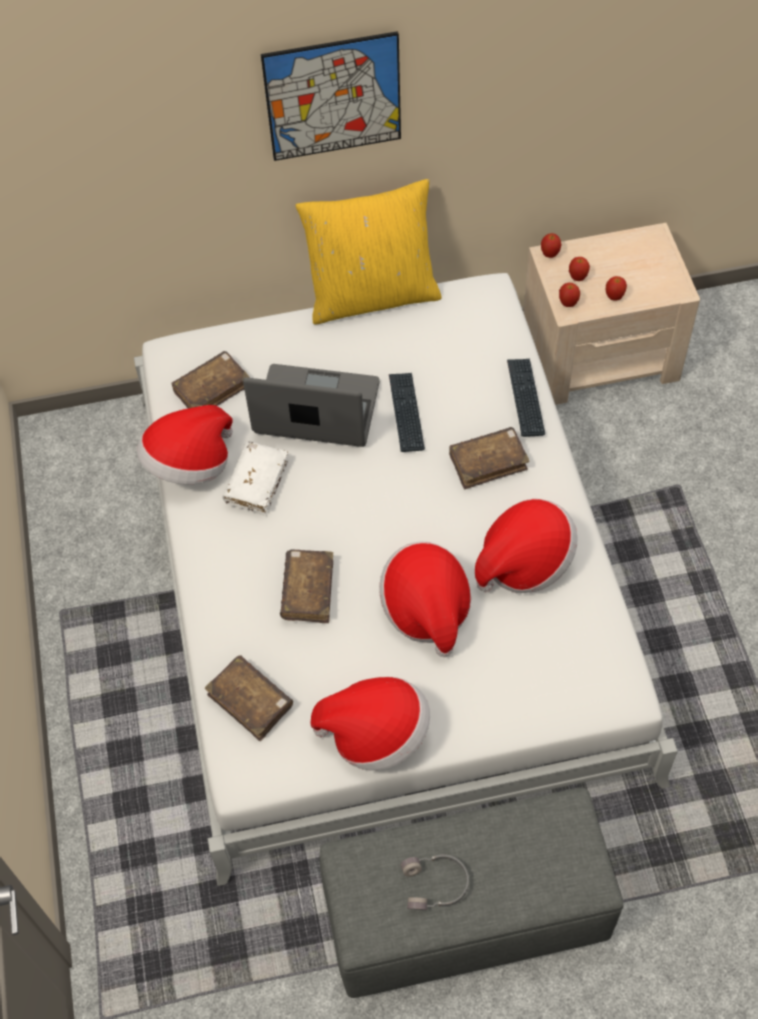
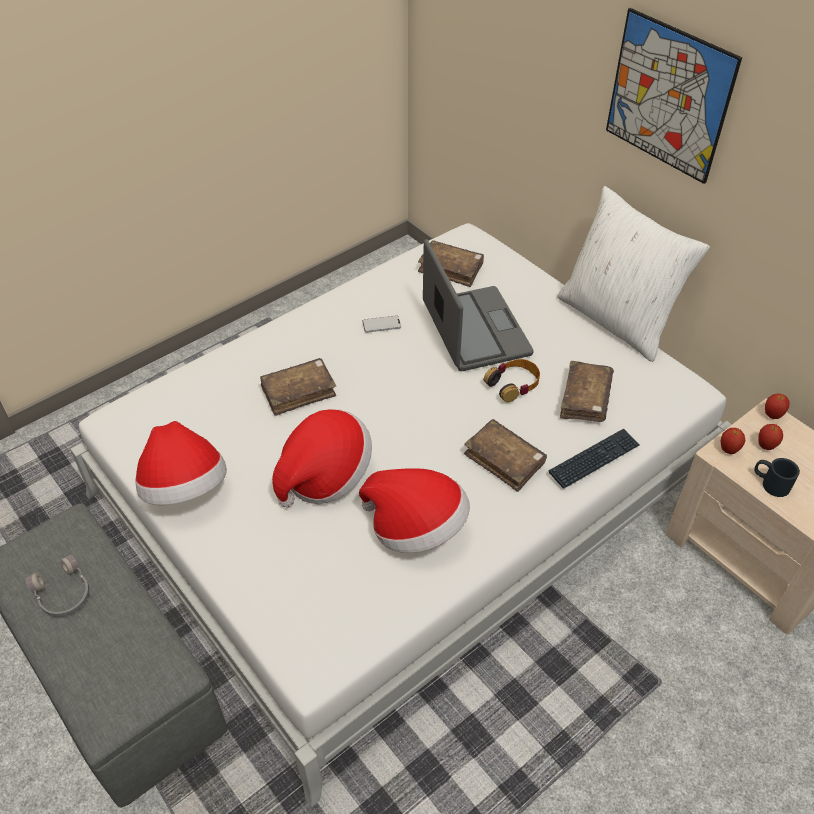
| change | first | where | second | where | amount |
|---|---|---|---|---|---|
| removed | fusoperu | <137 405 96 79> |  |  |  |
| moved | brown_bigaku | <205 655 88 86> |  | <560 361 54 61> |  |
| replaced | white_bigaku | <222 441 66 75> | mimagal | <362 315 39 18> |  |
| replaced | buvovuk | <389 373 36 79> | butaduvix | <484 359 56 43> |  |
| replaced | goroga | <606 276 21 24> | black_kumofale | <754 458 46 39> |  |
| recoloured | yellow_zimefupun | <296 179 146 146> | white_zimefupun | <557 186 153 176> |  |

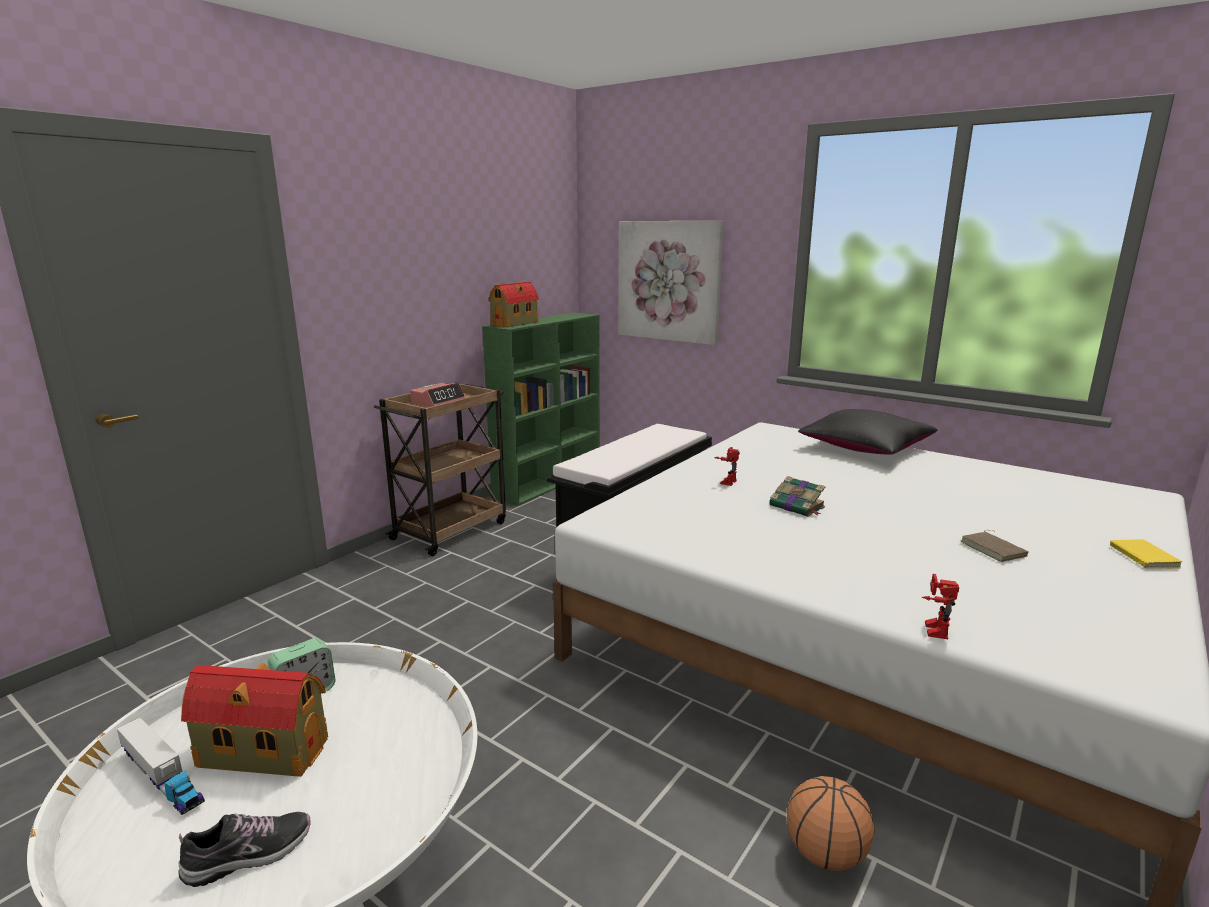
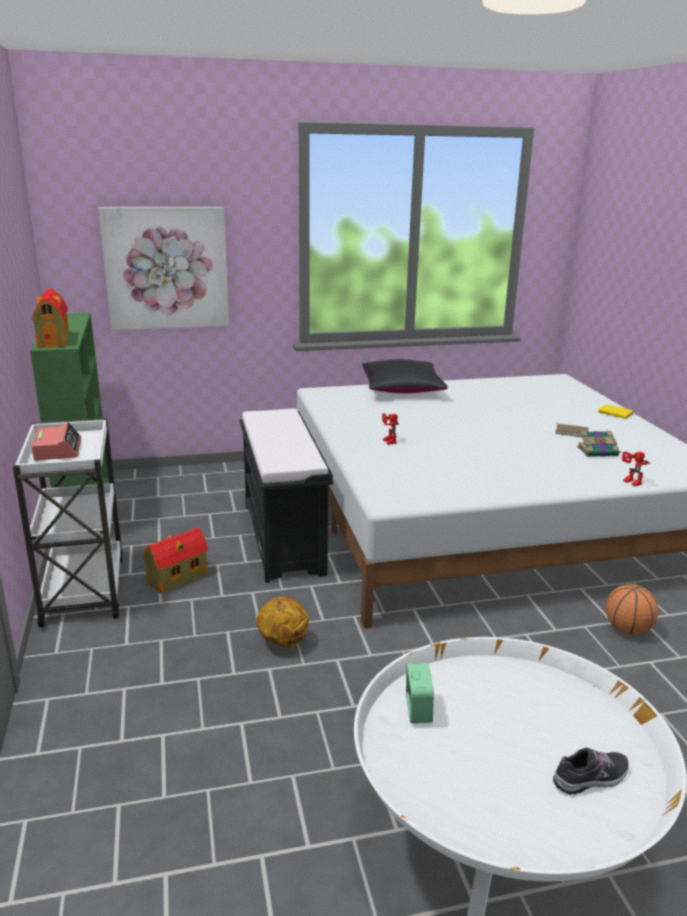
| change | first | where | second | where | amount |
|---|---|---|---|---|---|
| removed | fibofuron | <117 718 88 97> |  |  |  |
| added |  |  | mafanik | <256 596 53 52> |  |
| moved | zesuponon | <181 663 147 114> |  | <143 528 65 66> |  |
| moved | bigaku | <769 476 56 41> |  | <577 431 46 26> |  |
| recoloured | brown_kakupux | <374 382 132 174> | white_kakupux | <13 418 110 209> |  |
| turned | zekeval | <179 812 132 75> |  | <553 748 76 46> | 60 degrees clockwise |

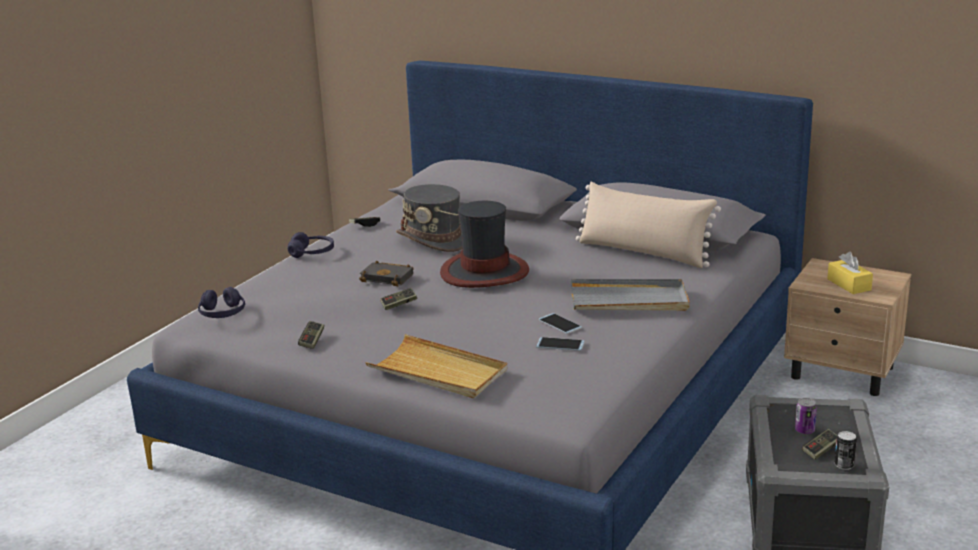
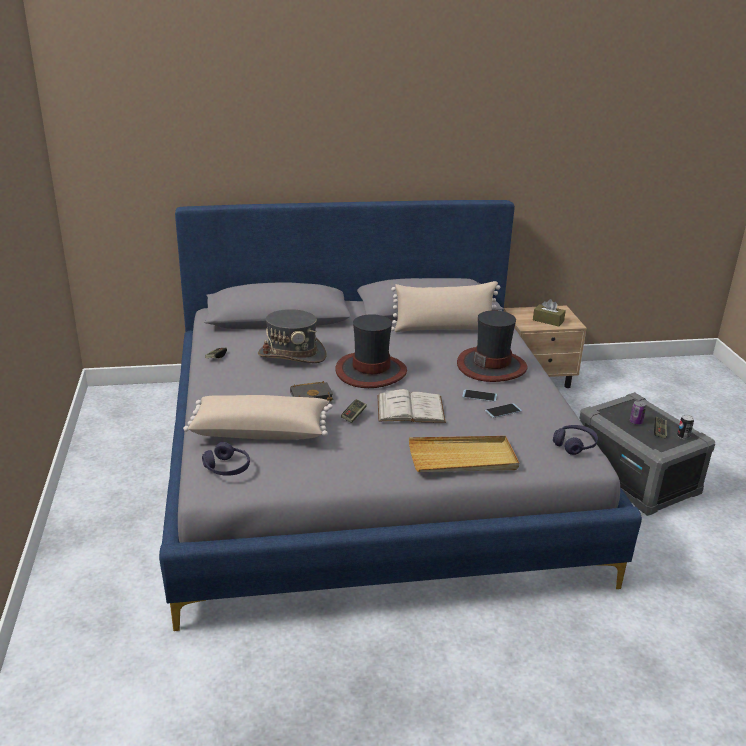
| change | first | where | second | where | amount |
|---|---|---|---|---|---|
| removed | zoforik | <298 321 26 28> |  |  |  |
| added |  |  | beige_zimefupun | <183 395 150 45> |  |
| added |  |  | white_bigaku | <377 389 69 34> |  |
| moved | purple_butaduvix | <288 232 46 26> |  | <553 425 45 30> |  |
| replaced | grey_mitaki | <571 279 119 32> | fusoperu | <457 310 70 72> |  |
| recoloured | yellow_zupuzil | <827 252 46 42> | brown_zupuzil | <533 299 33 27> |  |

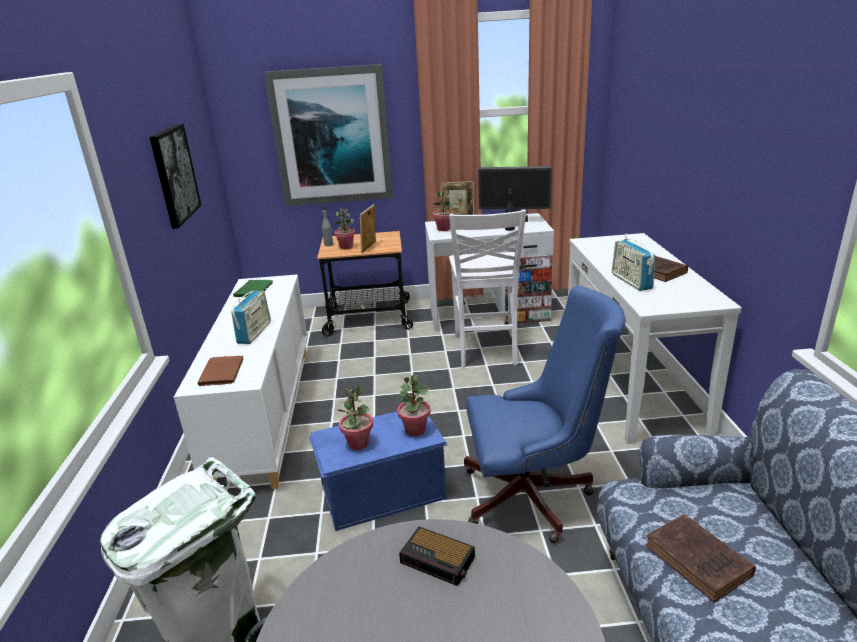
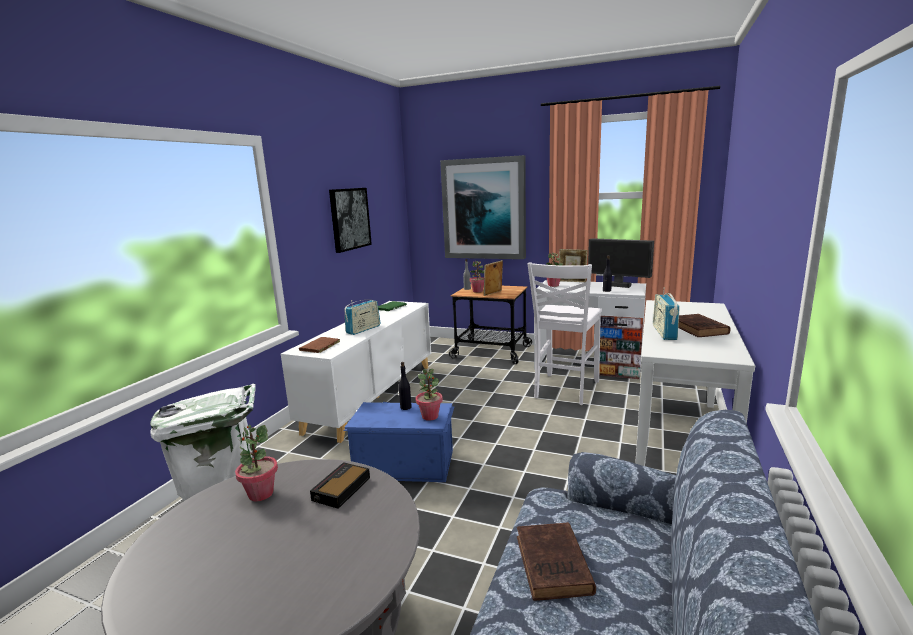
| change | first | where | second | where | amount |
|---|---|---|---|---|---|
| removed | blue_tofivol | <464 286 162 257> |  |  |  |
| added |  |  | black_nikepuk | <399 362 13 48> |  |
| moved | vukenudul | <338 385 35 65> |  | <235 425 43 76> |  |
| turned | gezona | <399 527 76 59> |  | <310 462 60 47> | 60 degrees clockwise |

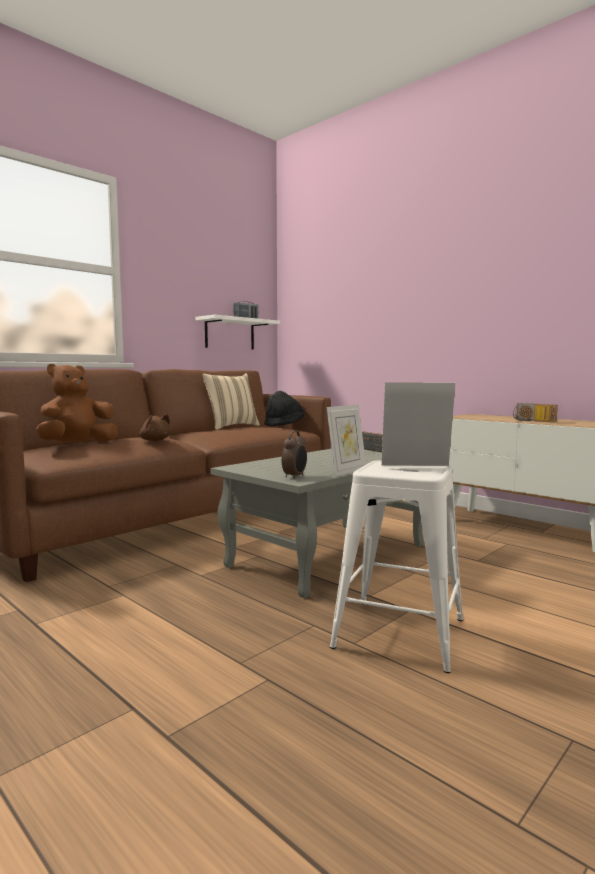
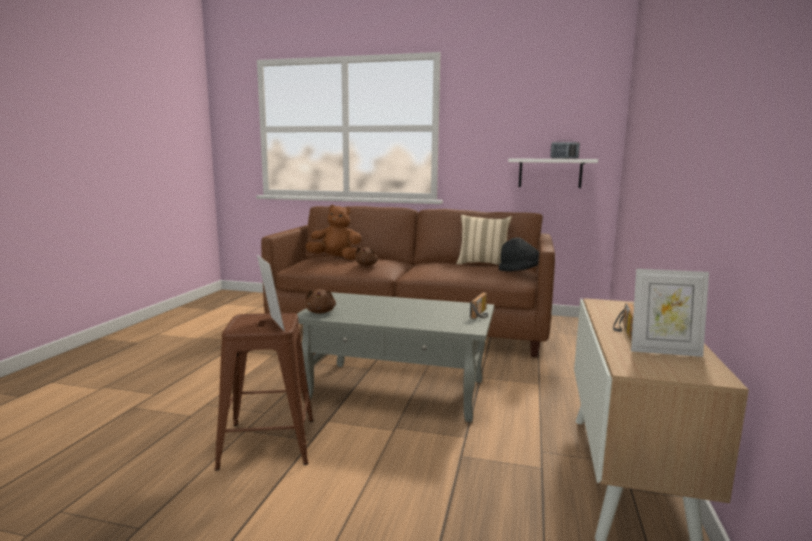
| change | first | where | second | where | amount |
|---|---|---|---|---|---|
| moved | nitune | <326 404 40 73> |  | <631 269 78 88> |  |
| replaced | gezona | <282 431 25 48> | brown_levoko | <305 289 31 25> |  |
| recoloured | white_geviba | <330 461 133 212> | brown_geviba | <215 313 98 158> |  |

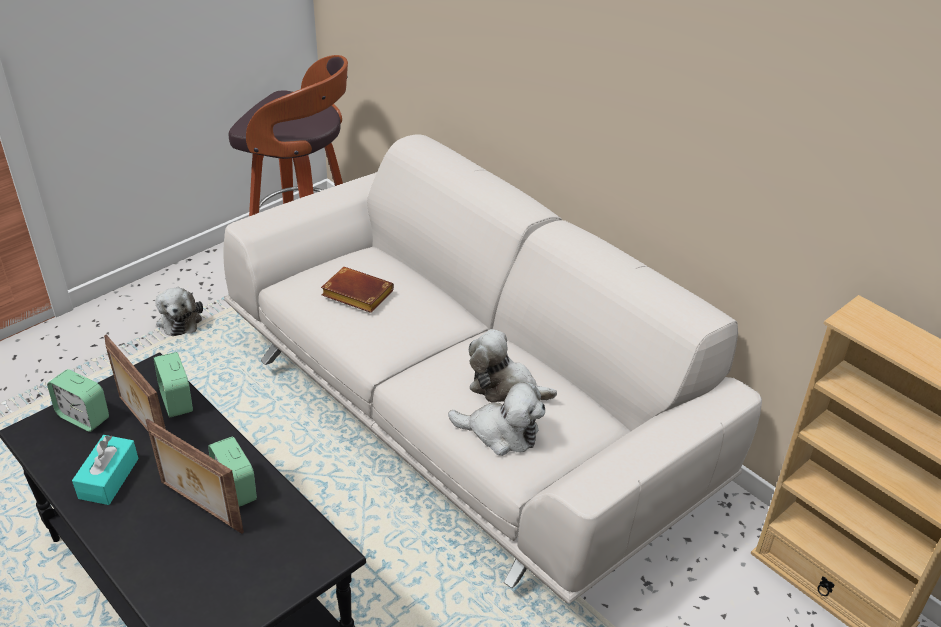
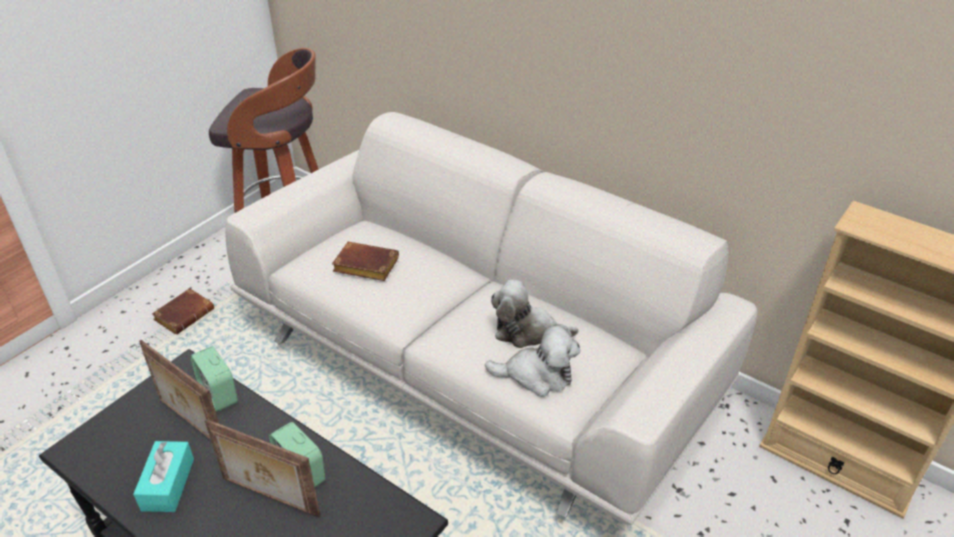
| change | first | where | second | where | amount |
|---|---|---|---|---|---|
| removed | gezona | <47 369 62 63> |  |  |  |
| replaced | levoko | <155 287 48 49> | brown_bigaku | <152 288 62 47> |  |

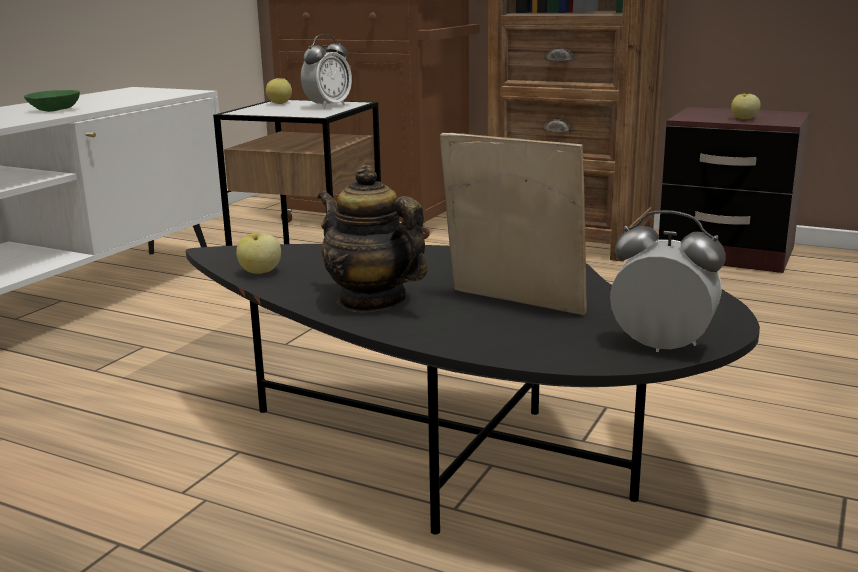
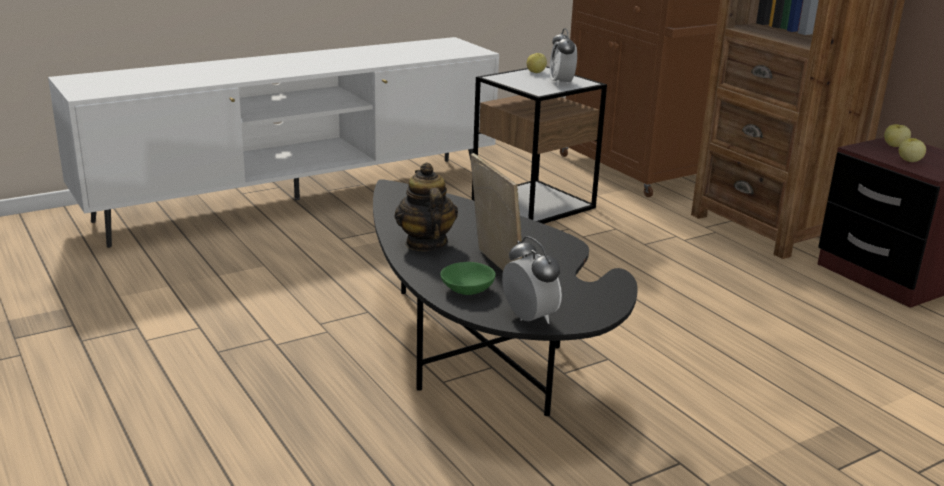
| change | first | where | second | where | amount |
|---|---|---|---|---|---|
| moved | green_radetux | <24 90 56 22> |  | <440 262 56 33> |  |
| moved | goroga | <236 233 45 41> |  | <884 124 27 23> |  |
| turned | gezona | <301 34 51 75> |  | <550 28 27 58> | 105 degrees clockwise |

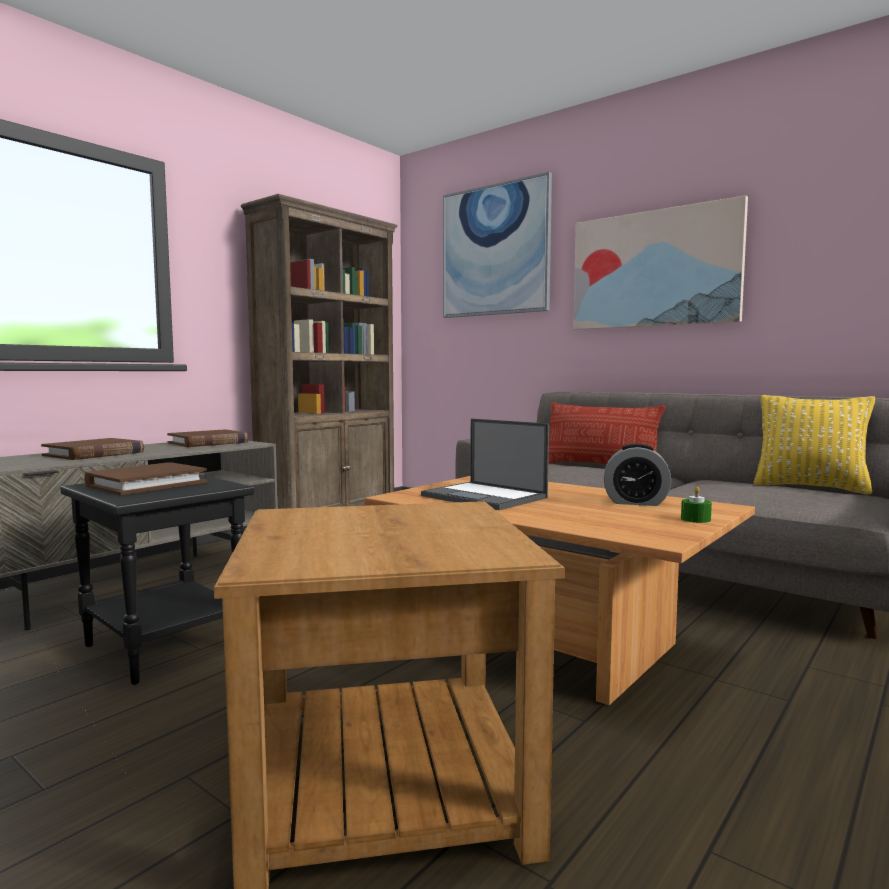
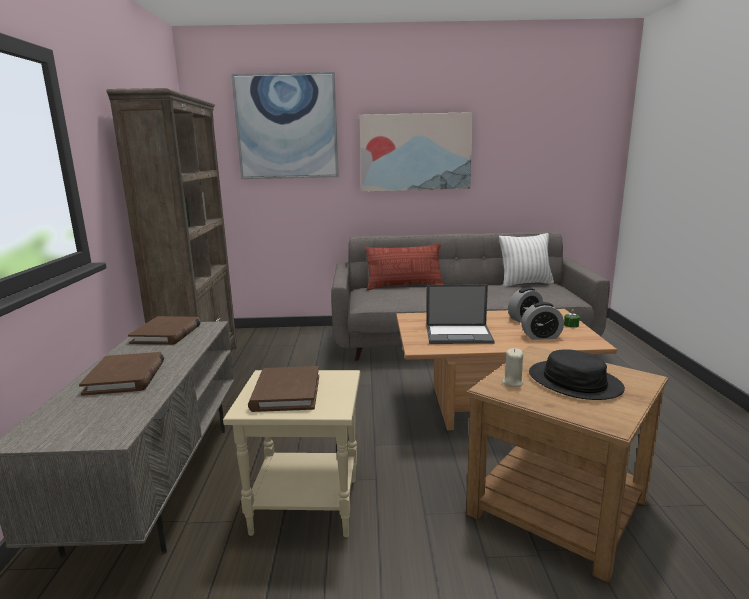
| change | first | where | second | where | amount |
|---|---|---|---|---|---|
| added |  |  | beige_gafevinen | <502 348 21 39> |  |
| added |  |  | gezona | <521 302 43 38> |  |
| added |  |  | black_fusoperu | <529 349 96 51> |  |
| recoloured | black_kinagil | <60 474 194 211> | beige_kinagil | <223 370 137 167> |  |
| recoloured | yellow_zimefupun | <753 395 122 100> | white_zimefupun | <499 233 55 54> |  |

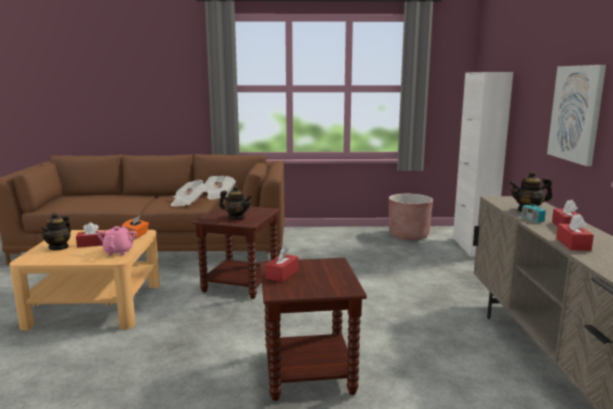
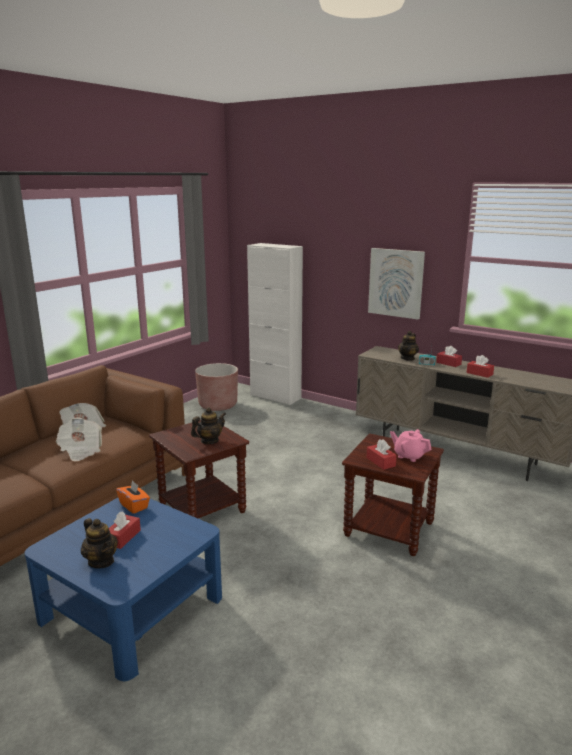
| change | first | where | second | where | amount |
|---|---|---|---|---|---|
| moved | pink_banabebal | <97 226 40 29> |  | <390 429 41 33> |  |
| recoloured | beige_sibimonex | <9 230 151 101> | blue_sibimonex | <24 498 198 183> |  |

